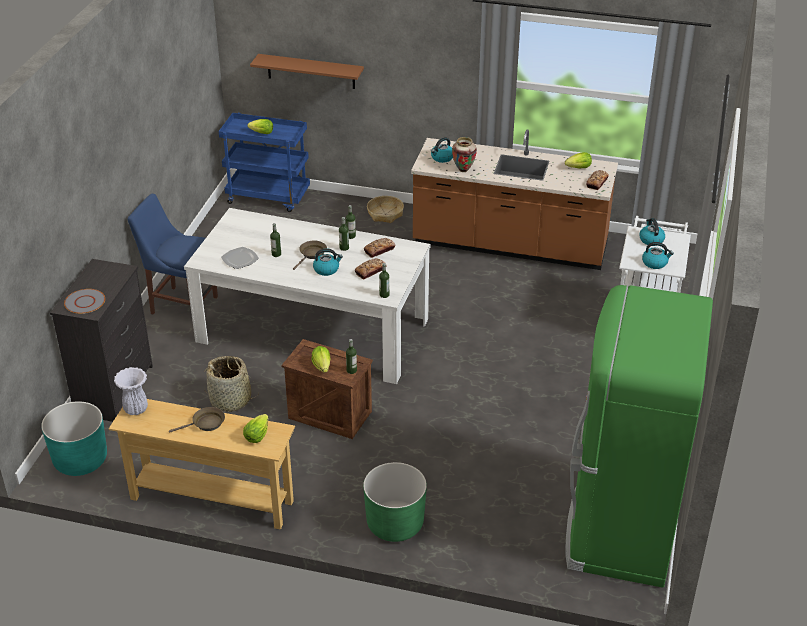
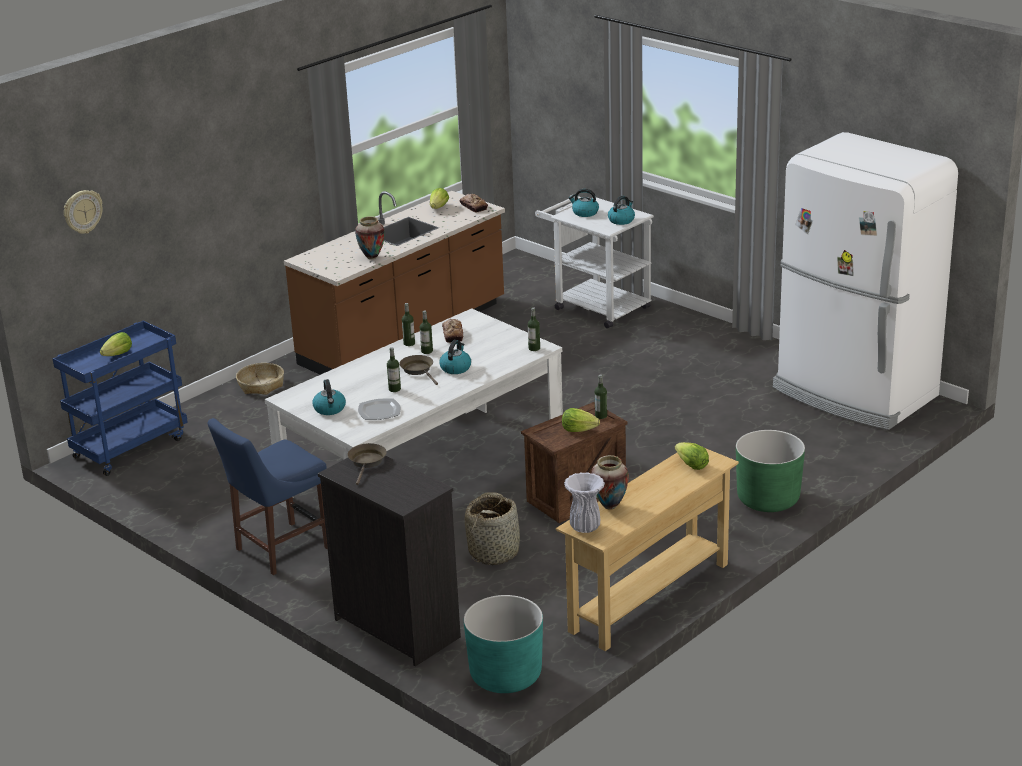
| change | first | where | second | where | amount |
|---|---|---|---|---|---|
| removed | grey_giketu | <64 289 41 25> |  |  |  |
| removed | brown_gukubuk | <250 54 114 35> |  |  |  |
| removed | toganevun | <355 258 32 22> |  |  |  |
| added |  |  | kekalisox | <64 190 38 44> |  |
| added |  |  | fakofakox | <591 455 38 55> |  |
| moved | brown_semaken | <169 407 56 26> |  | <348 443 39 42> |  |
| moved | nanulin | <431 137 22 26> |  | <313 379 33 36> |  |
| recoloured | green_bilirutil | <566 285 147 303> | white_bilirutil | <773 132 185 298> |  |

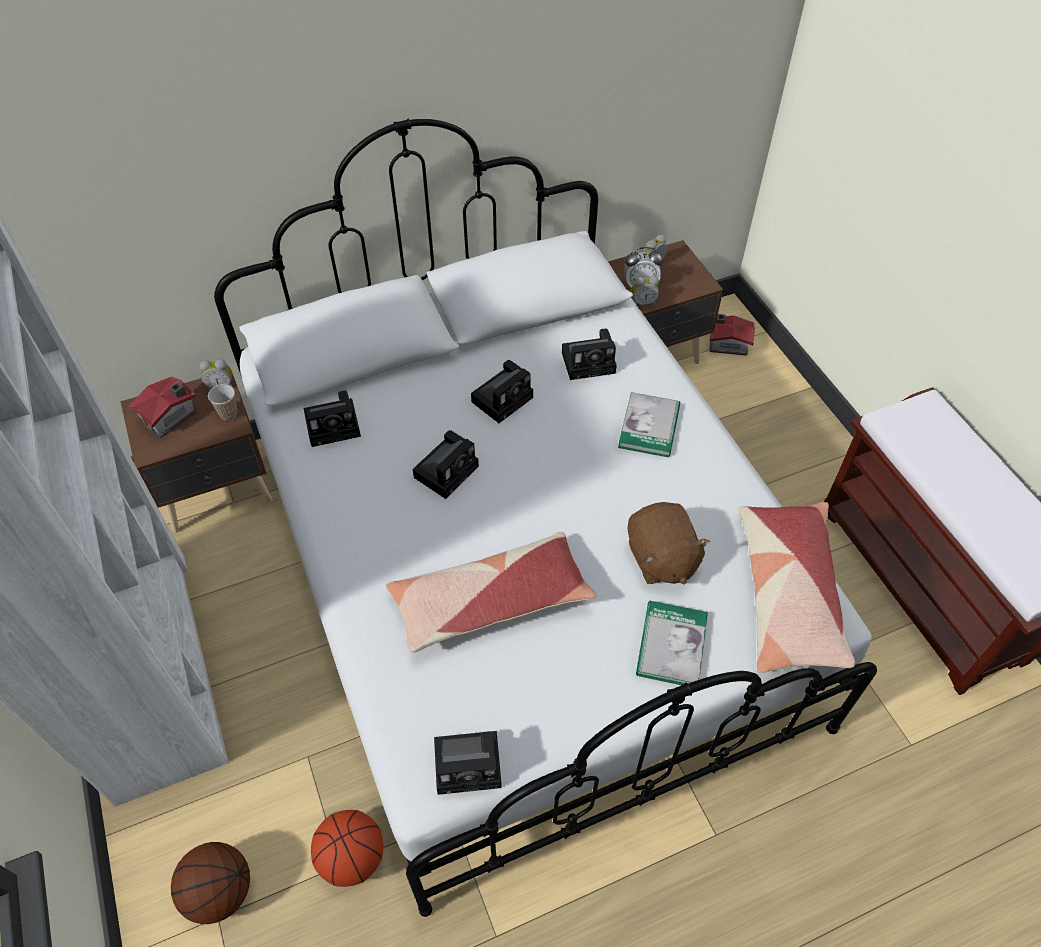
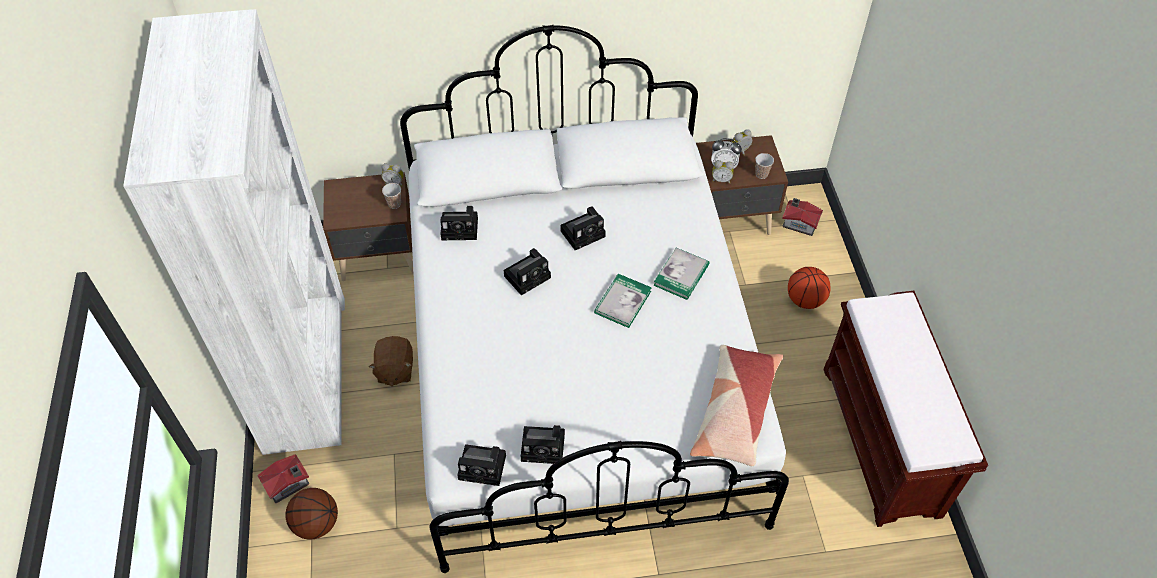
| change | first | where | second | where | amount |
|---|---|---|---|---|---|
| removed | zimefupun | <386 532 210 120> |  |  |  |
| added |  |  | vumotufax | <755 153 19 26> |  |
| moved | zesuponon | <128 377 70 61> |  | <257 454 53 49> |  |
| moved | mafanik | <311 810 72 77> |  | <788 267 43 42> |  |
| moved | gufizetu | <562 328 55 52> |  | <521 425 44 39> |  |
| moved | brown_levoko | <627 502 84 82> |  | <369 336 44 50> |  |
| moved | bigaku | <636 601 72 84> |  | <594 274 58 54> |  |

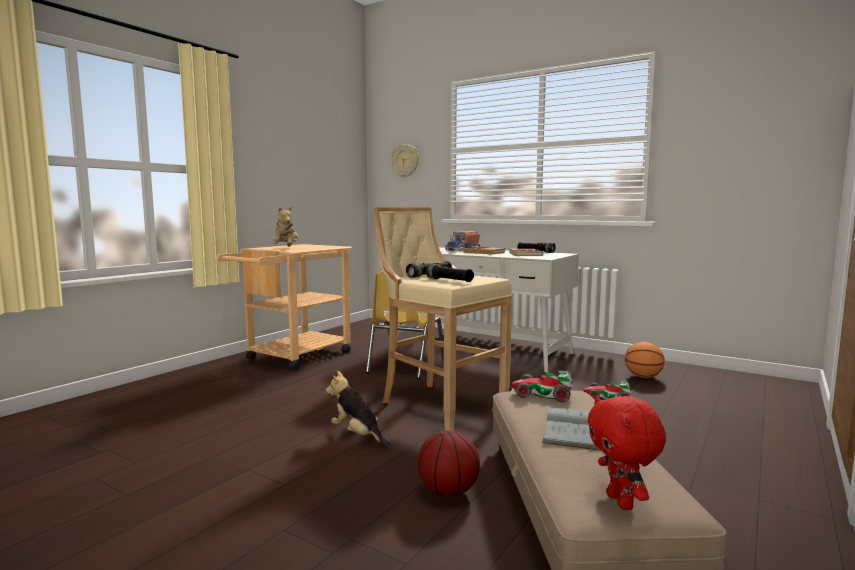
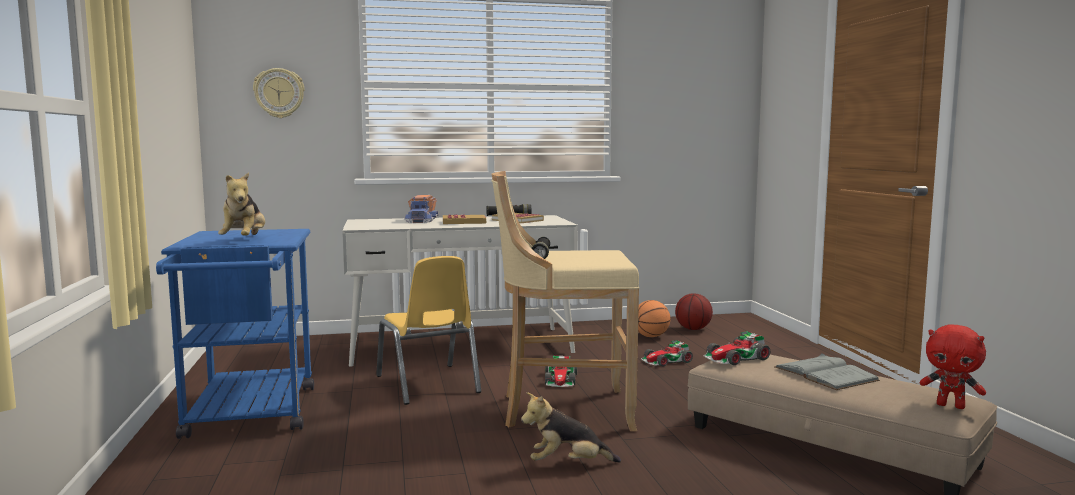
| change | first | where | second | where | amount |
|---|---|---|---|---|---|
| removed | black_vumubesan | <426 264 48 18> |  |  |  |
| added |  |  | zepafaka | <545 355 32 32> |  |
| moved | mafanik | <417 431 63 66> |  | <675 293 38 37> |  |
| recoloured | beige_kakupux | <217 244 136 126> | blue_kakupux | <156 229 158 210> |  |
| turned | levoko | <273 206 25 41> |  | <218 172 47 64> | 45 degrees clockwise |

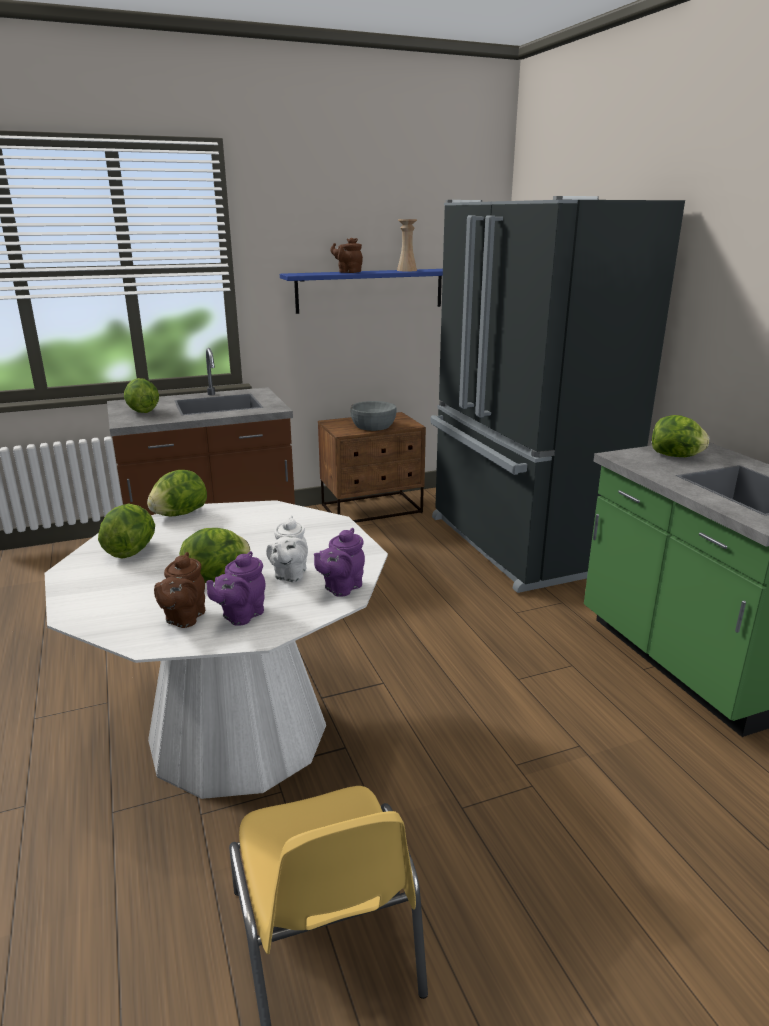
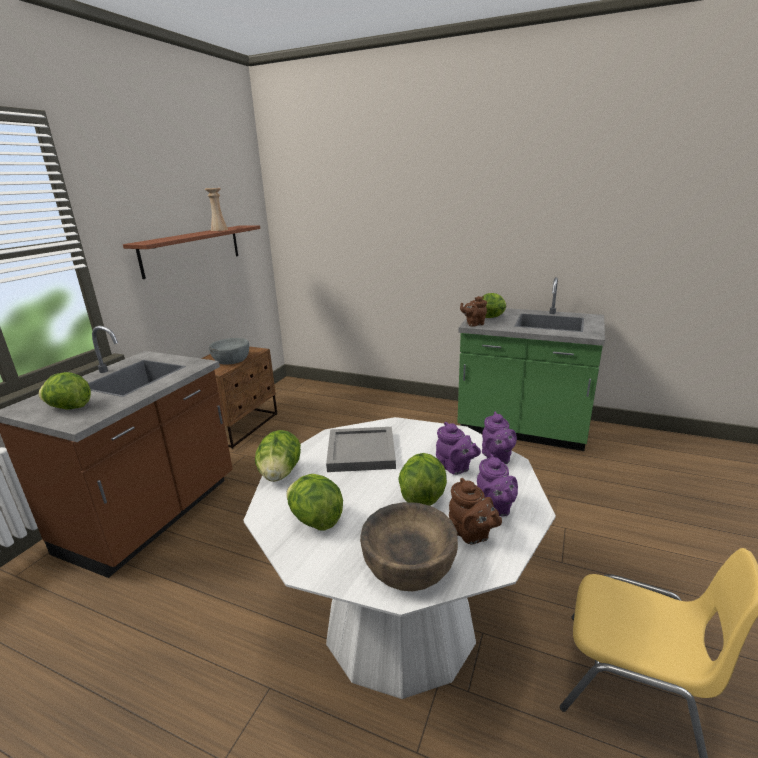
| change | first | where | second | where | amount |
|---|---|---|---|---|---|
| removed | black_bilirutil | <430 196 255 397> |  |  |  |
| added |  |  | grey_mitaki | <326 427 70 45> |  |
| added |  |  | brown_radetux | <360 502 98 89> |  |
| moved | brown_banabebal | <330 238 33 35> |  | <460 296 27 31> |  |
| recoloured | white_banabebal | <266 515 42 67> | purple_banabebal | <436 422 45 53> |  |
| recoloured | blue_gukubuk | <280 269 163 45> | brown_gukubuk | <123 225 137 54> |  |

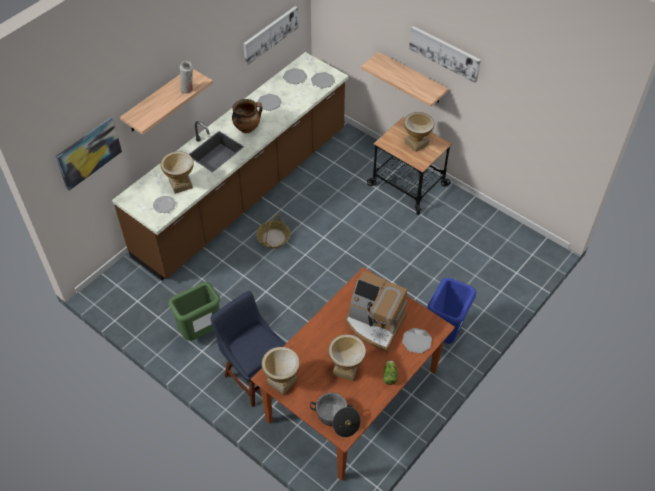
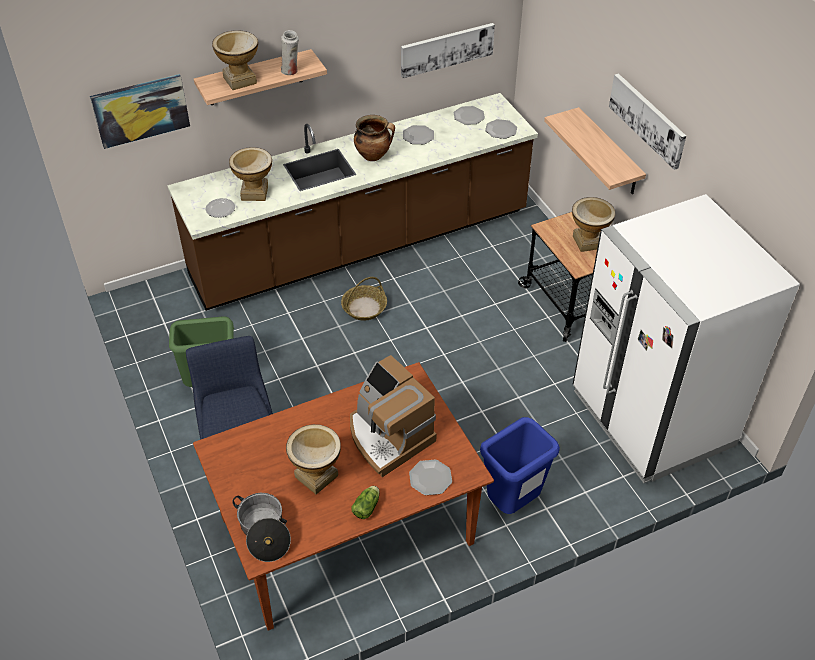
| change | first | where | second | where | amount |
|---|---|---|---|---|---|
| added |  |  | white_bilirutil | <573 194 227 289> |  |
| moved | fakofakox | <261 347 39 48> |  | <212 30 46 60> |  |

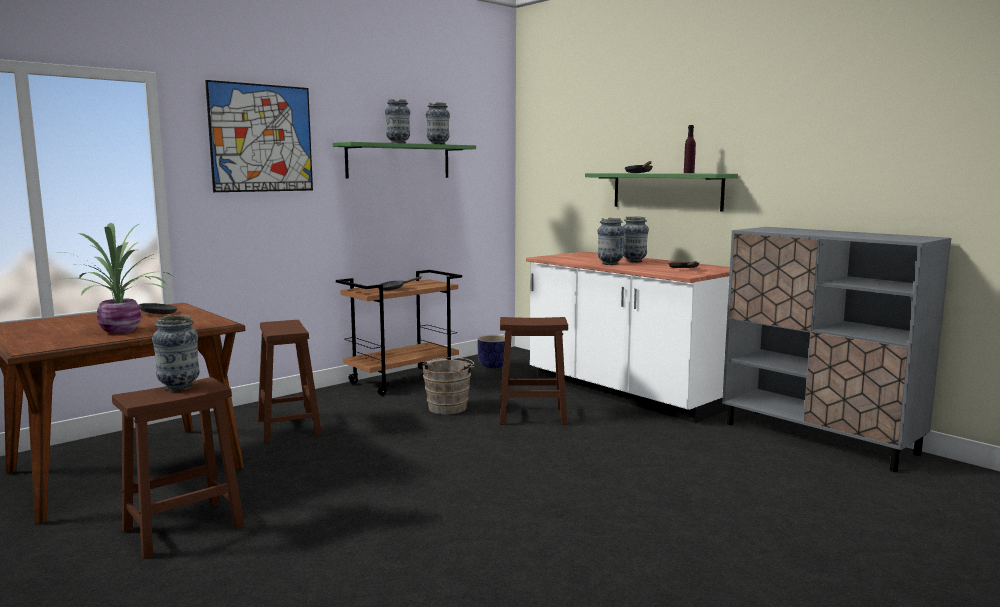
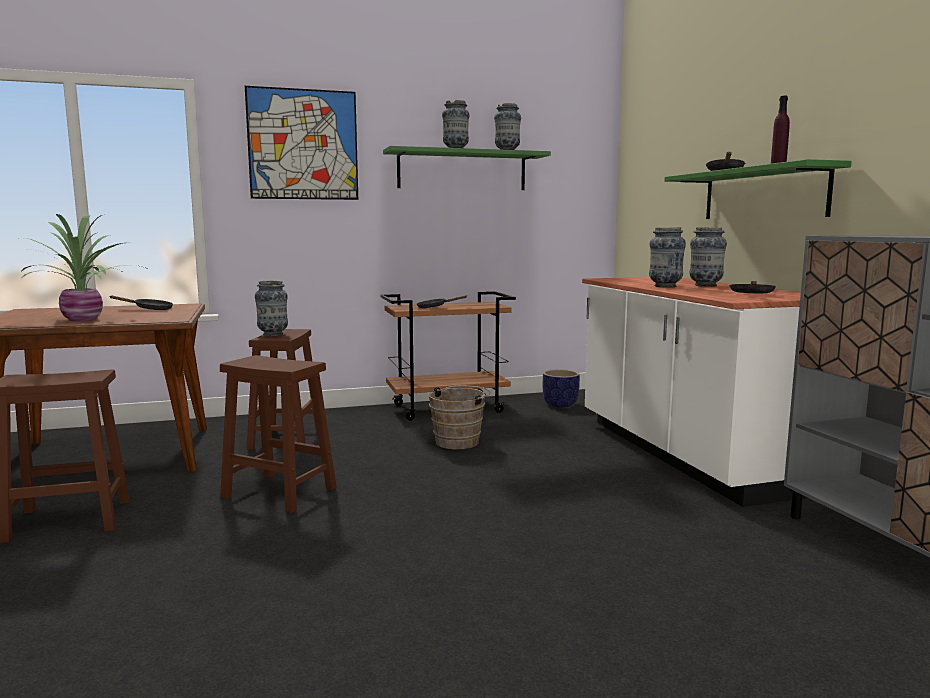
| change | first | where | second | where | amount |
|---|---|---|---|---|---|
| moved | fakofakox | <152 315 48 76> |  | <255 281 33 55> |  |
| moved | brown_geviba | <500 317 68 108> |  | <220 355 117 159> |  |

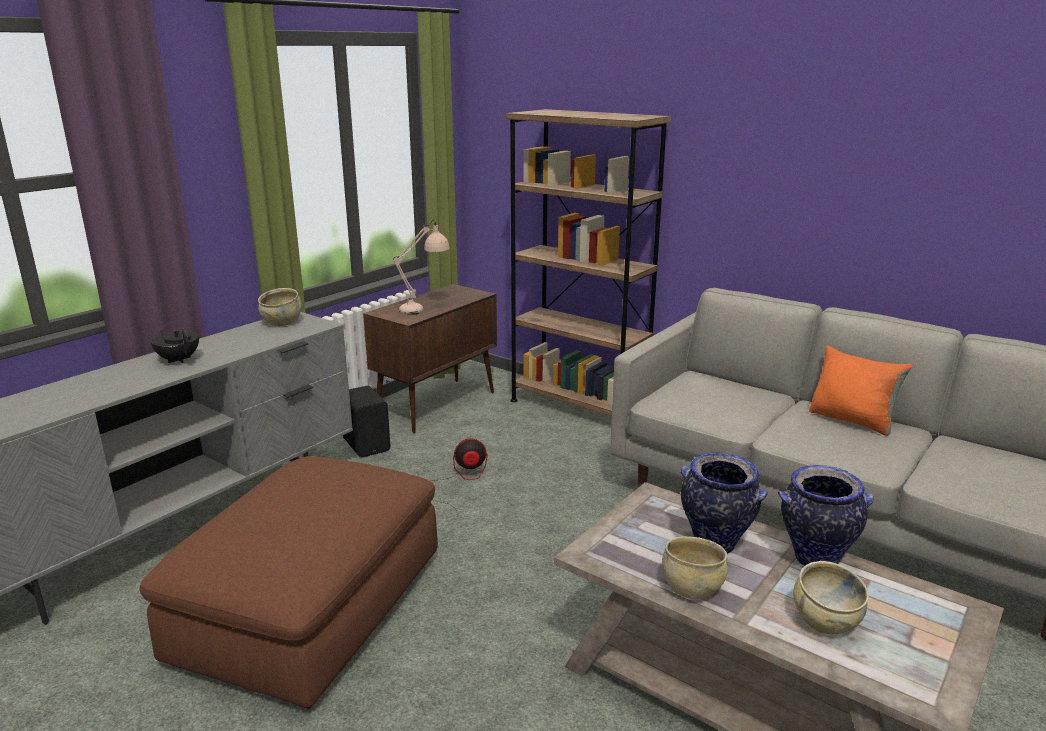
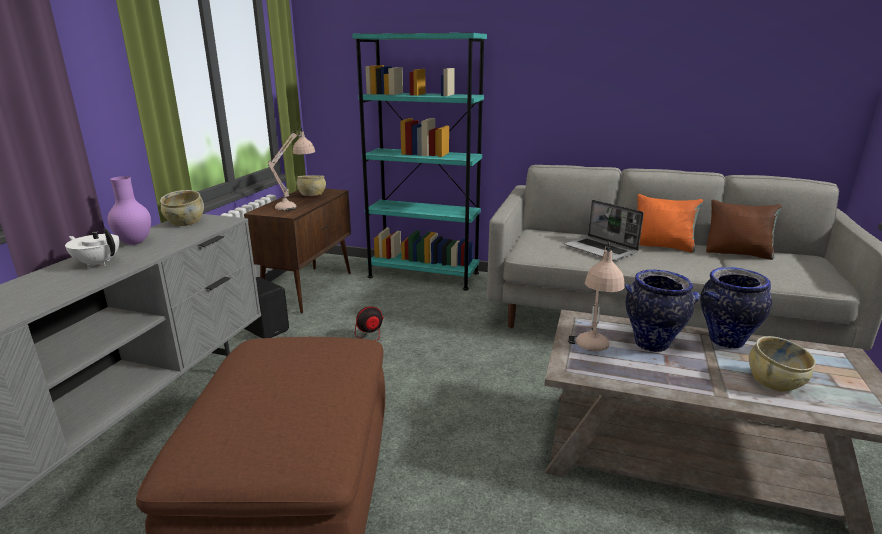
| change | first | where | second | where | amount |
|---|---|---|---|---|---|
| added |  |  | purple_fakofakox | <108 176 43 69> |  |
| added |  |  | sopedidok | <564 200 80 61> |  |
| added |  |  | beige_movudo | <568 242 57 109> |  |
| added |  |  | brown_zimefupun | <706 200 76 60> |  |
| moved | beige_radetux | <662 536 66 64> |  | <297 175 29 21> |  |
| recoloured | black_banabebal | <151 329 48 34> | white_banabebal | <65 228 54 40> |  |
| recoloured | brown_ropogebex | <506 109 165 307> | turquoise_ropogebex | <352 33 135 257> |  |

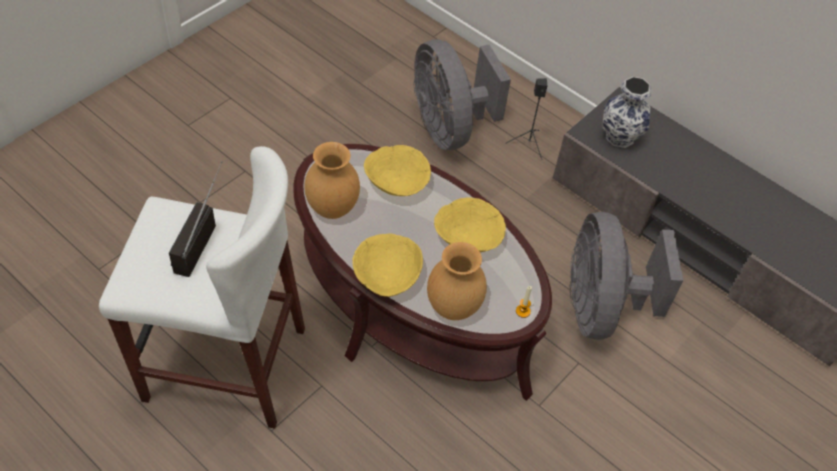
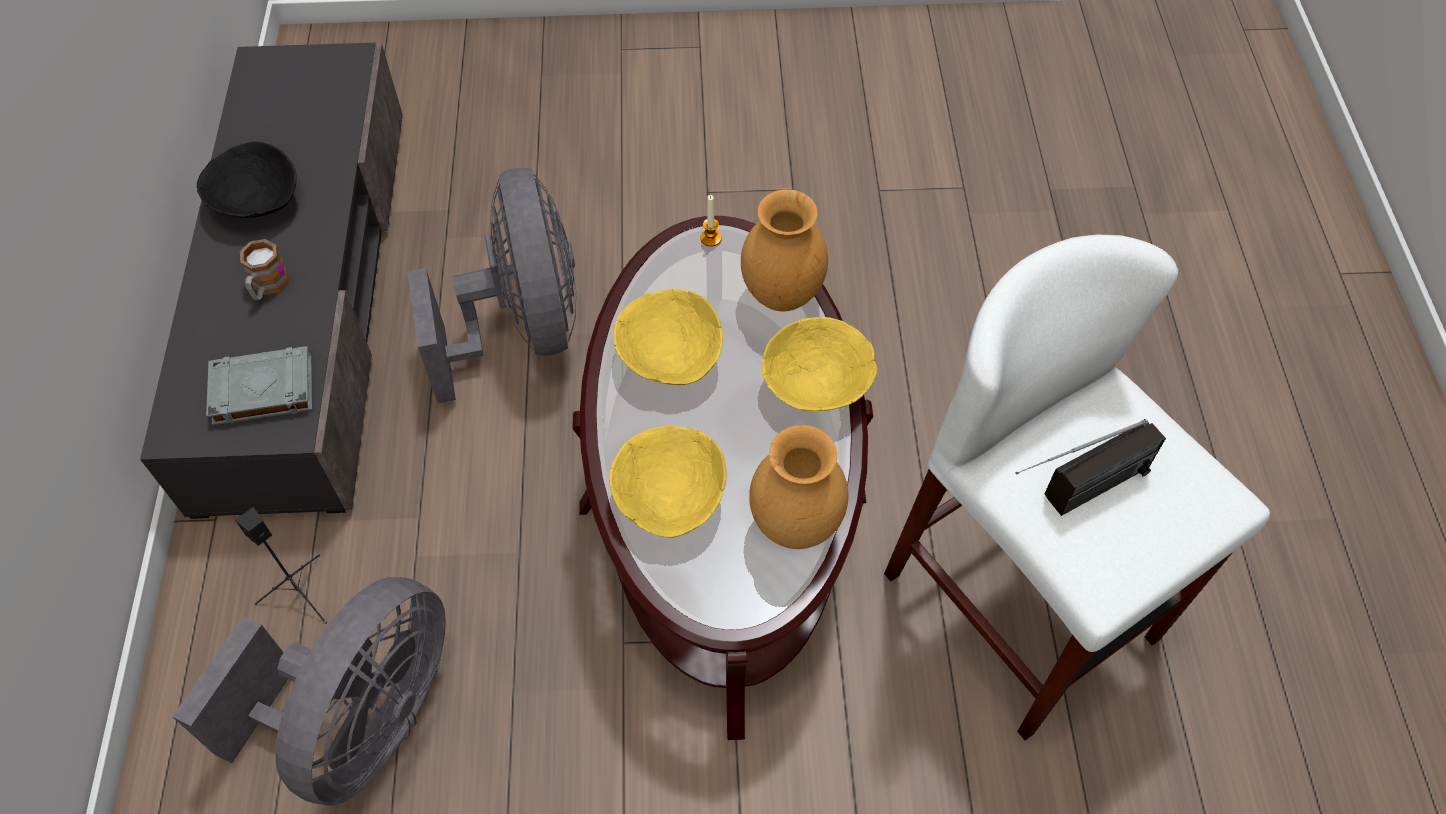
| change | first | where | second | where | amount |
|---|---|---|---|---|---|
| added |  |  | black_radetux | <197 142 100 76> |  |
| added |  |  | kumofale | <240 239 49 62> |  |
| replaced | fakofakox | <603 77 49 71> | grey_bigaku | <206 346 107 79> |  |
| turned | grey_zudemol | <570 212 113 128> |  | <407 168 169 235> | 60 degrees counterclockwise |

